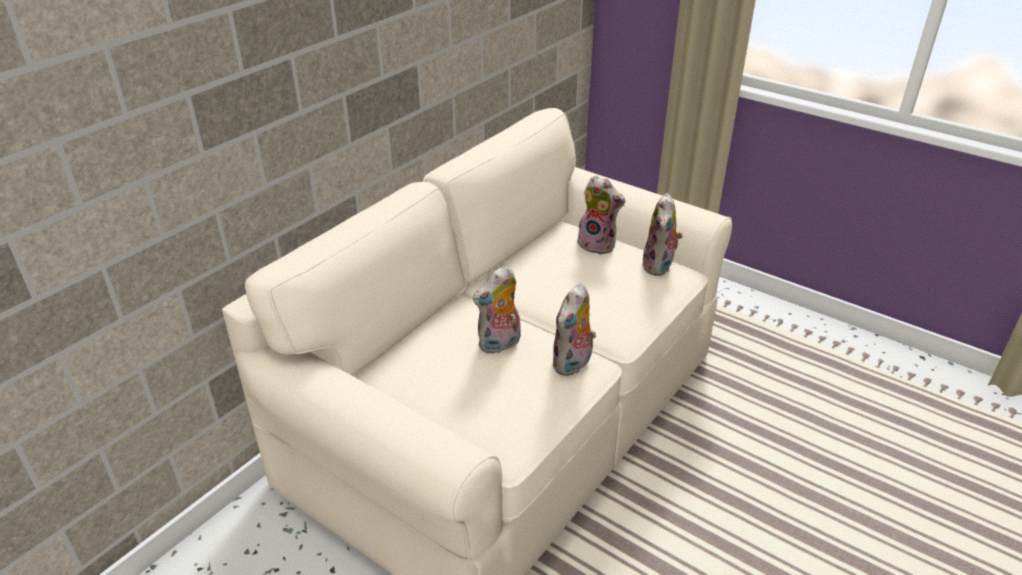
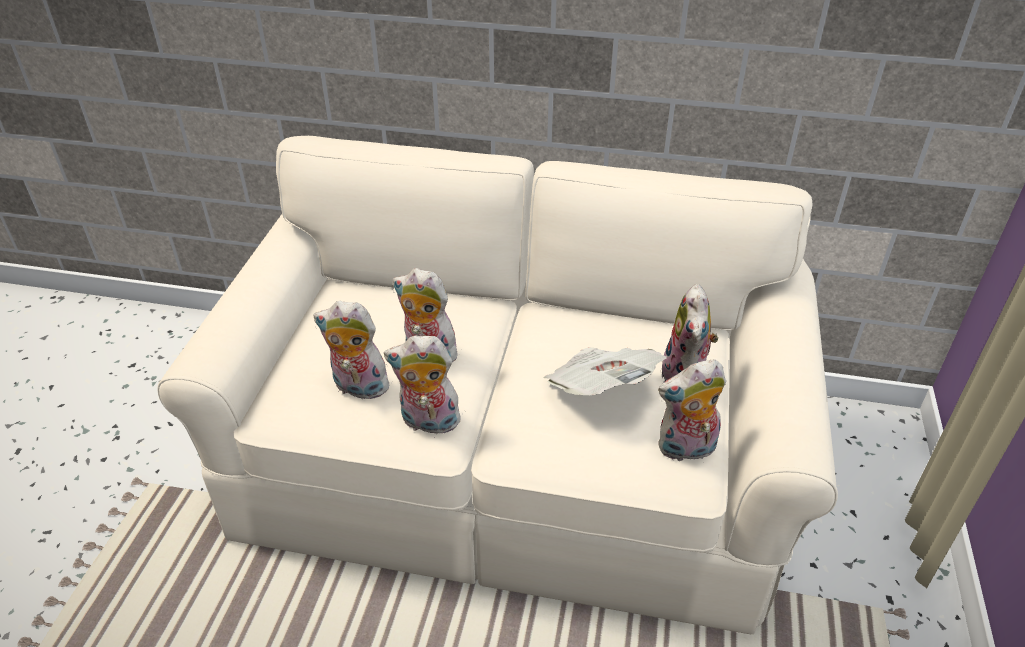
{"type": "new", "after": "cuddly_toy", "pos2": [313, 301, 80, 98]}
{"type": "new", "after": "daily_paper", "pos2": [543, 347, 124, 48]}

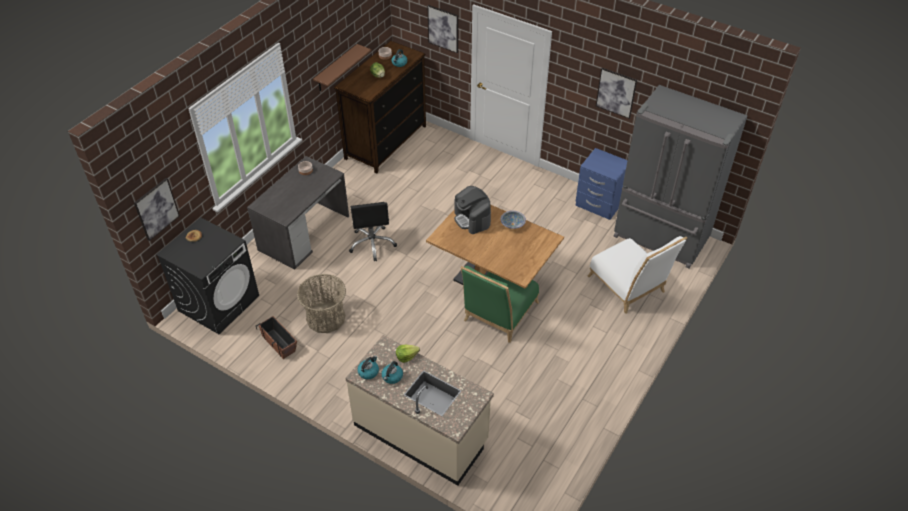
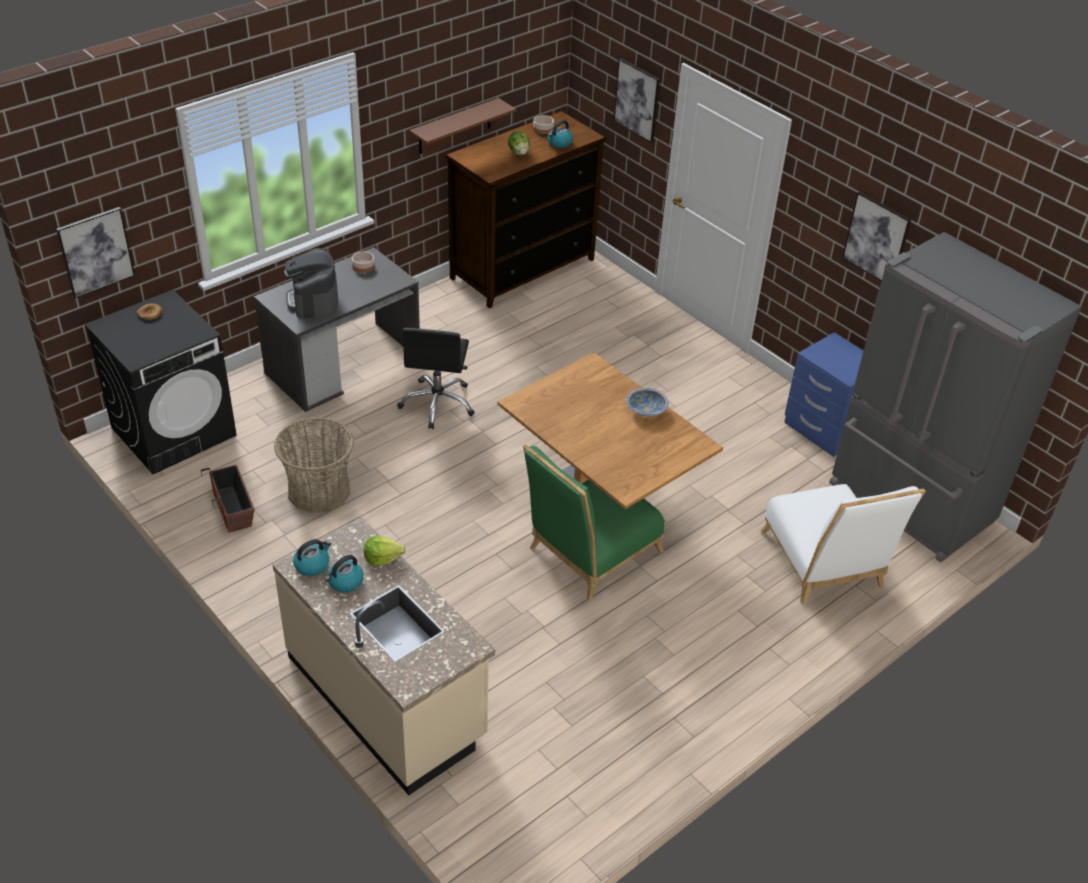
{"type": "shifted", "before": "coffee_machine", "pos1": [454, 186, 37, 48], "pos2": [284, 248, 54, 71]}

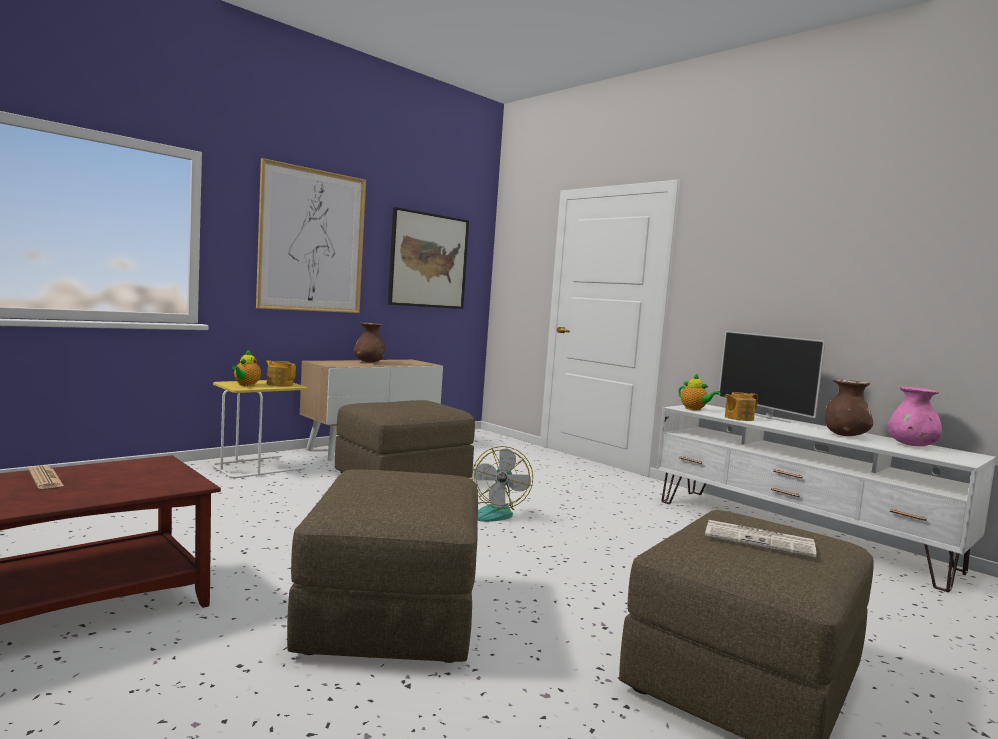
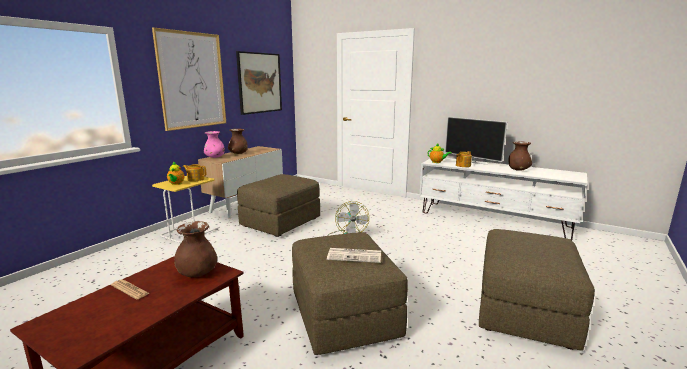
{"type": "shifted", "before": "pinkish_vase", "pos1": [888, 387, 54, 59], "pos2": [204, 131, 21, 27]}
{"type": "shifted", "before": "daily_paper", "pos1": [705, 520, 112, 38], "pos2": [327, 248, 54, 15]}
{"type": "new", "after": "brown-coloured_vase", "pos2": [174, 221, 43, 56]}

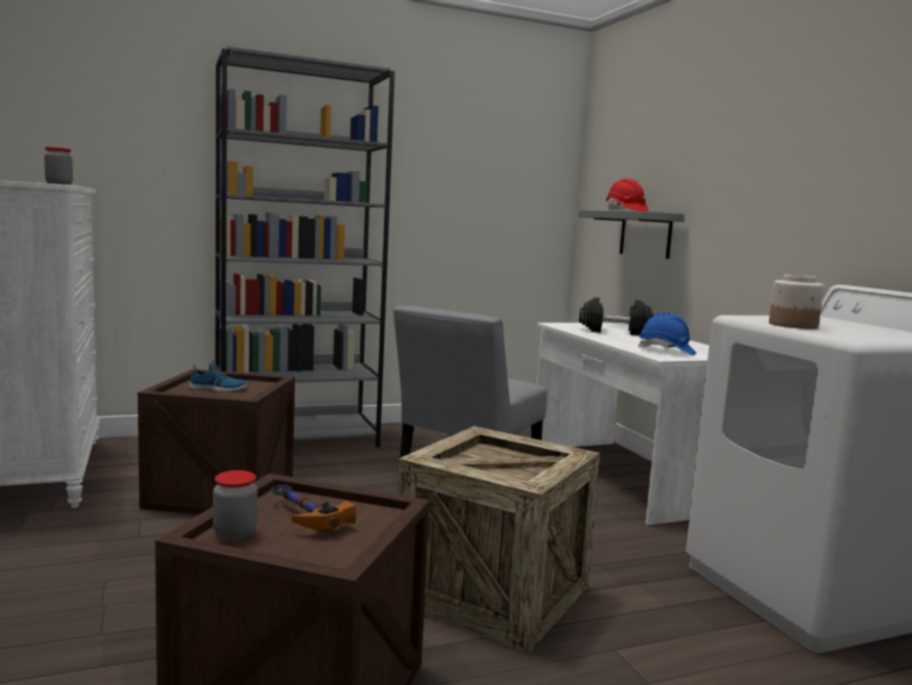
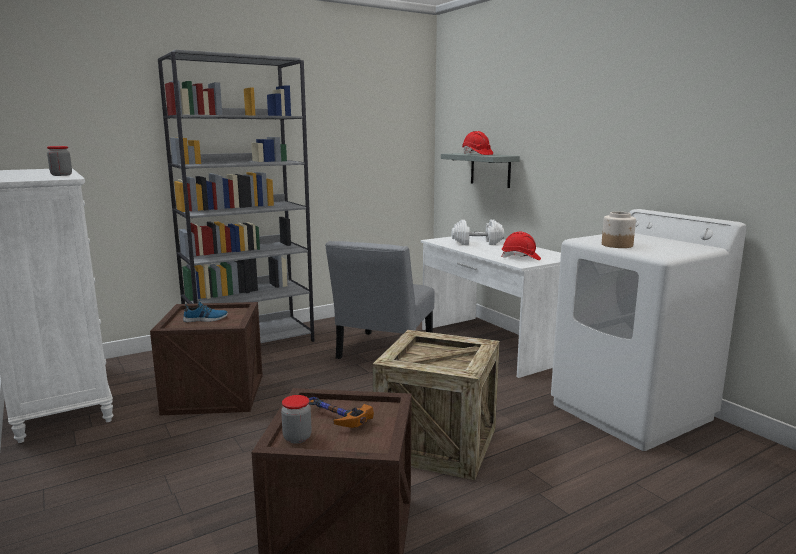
{"type": "repainted", "before": "black-coloured_free_weight", "after": "white_free_weight", "pos1": [579, 297, 75, 38], "pos2": [452, 219, 52, 26]}
{"type": "repainted", "before": "bluish_hard_hat", "after": "red-coloured_hard_hat", "pos1": [638, 312, 58, 43], "pos2": [501, 232, 40, 28]}

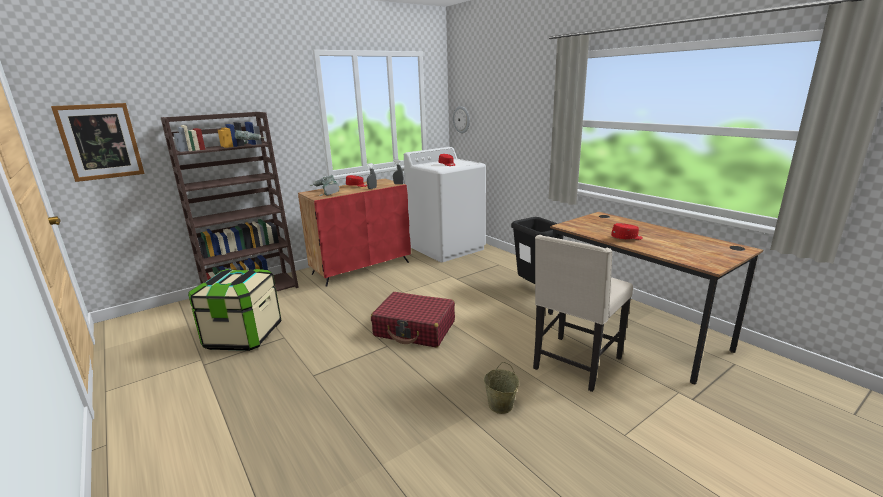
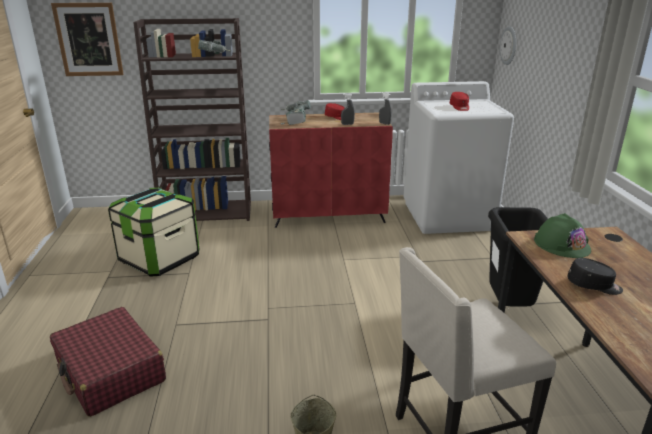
{"type": "repainted", "before": "red-coloured_baseball_cap", "after": "black-coloured_baseball_cap", "pos1": [611, 223, 32, 17], "pos2": [567, 258, 56, 37]}
{"type": "shifted", "before": "red-coloured_piece_of_luggage", "pos1": [371, 292, 84, 55], "pos2": [50, 307, 116, 110]}
{"type": "new", "after": "greenish_hard_hat", "pos2": [534, 213, 57, 45]}

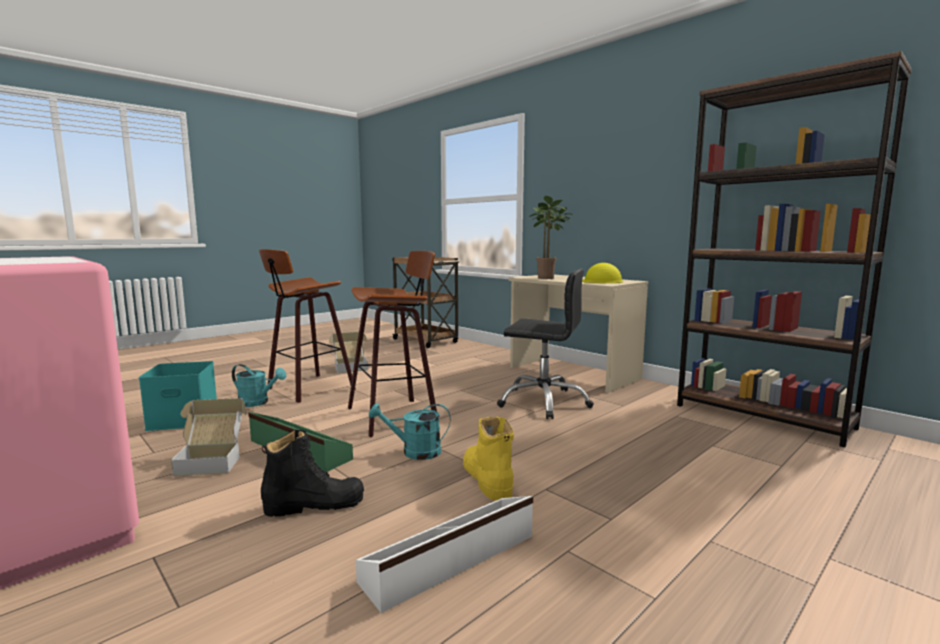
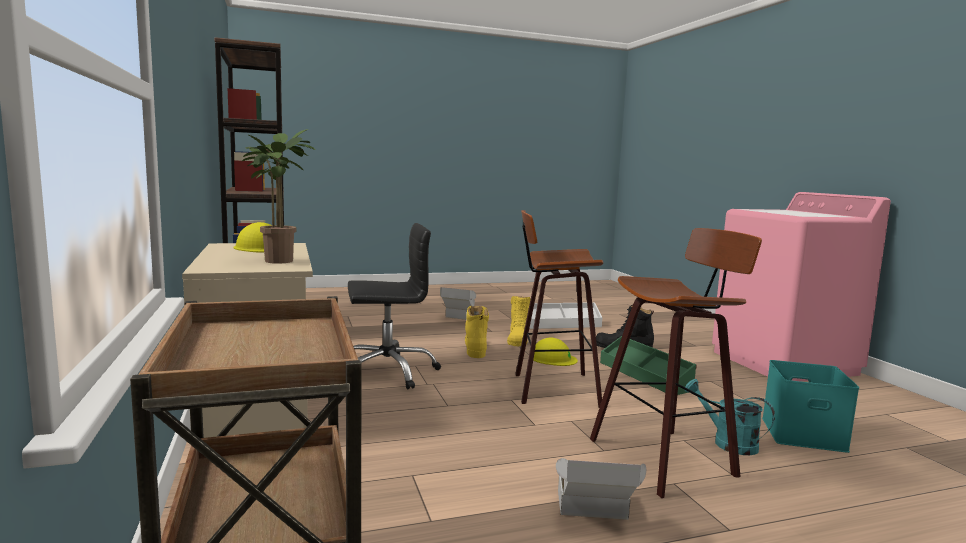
{"type": "rotated", "before": "black-coloured_computer_chair", "pos1": [497, 269, 97, 150], "pos2": [348, 223, 93, 166], "turn": 120}
{"type": "shifted", "before": "packing_box", "pos1": [171, 398, 75, 78], "pos2": [440, 287, 36, 33]}
{"type": "swapped", "before": "turquoise_sprinkling_can", "after": "yellow_hard_hat", "pos1": [369, 403, 82, 57], "pos2": [533, 338, 45, 28]}
{"type": "new", "after": "yellow_high-top_boot", "pos2": [465, 306, 24, 52]}

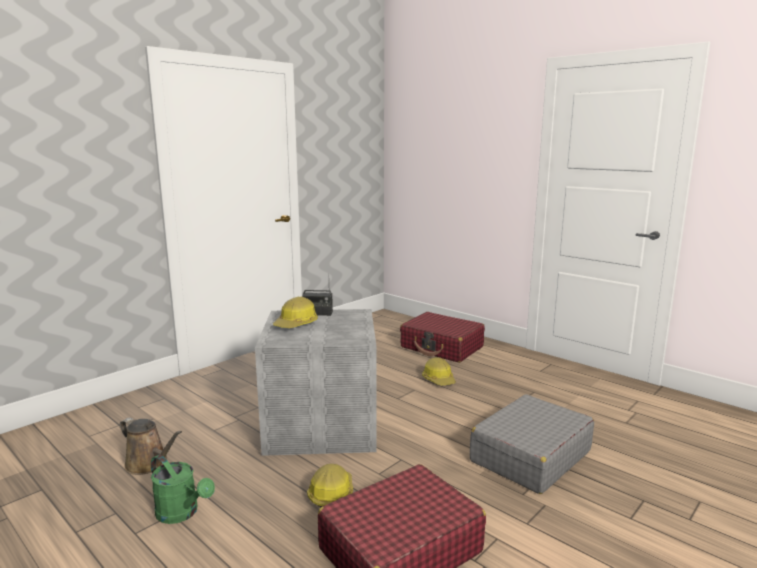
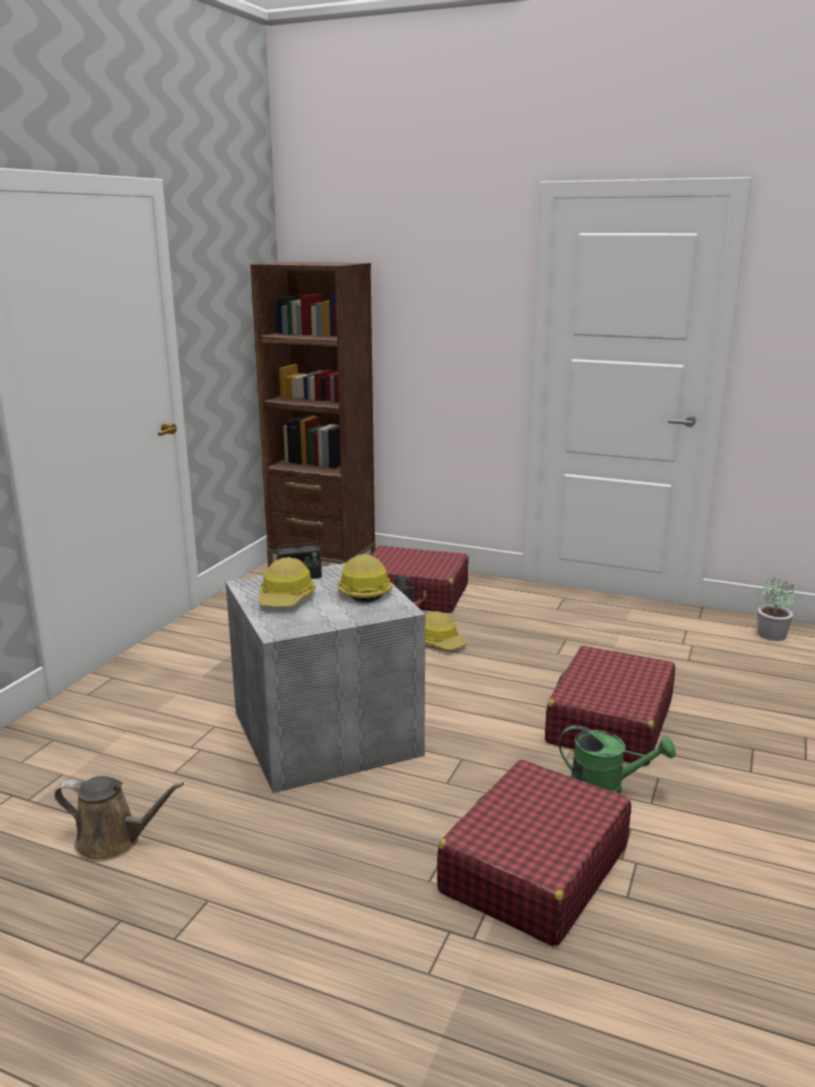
{"type": "repainted", "before": "greyish_piece_of_luggage", "after": "red-coloured_piece_of_luggage", "pos1": [470, 395, 124, 99], "pos2": [545, 646, 130, 120]}
{"type": "shifted", "before": "greenish_sprinkling_can", "pos1": [151, 455, 64, 69], "pos2": [559, 725, 117, 69]}
{"type": "shifted", "before": "hard_hat", "pos1": [307, 464, 46, 43], "pos2": [338, 554, 54, 49]}
{"type": "new", "after": "brown-coloured_bookshelf", "pos2": [250, 262, 126, 305]}
{"type": "new", "after": "plant_in_a_pot", "pos2": [757, 578, 37, 63]}

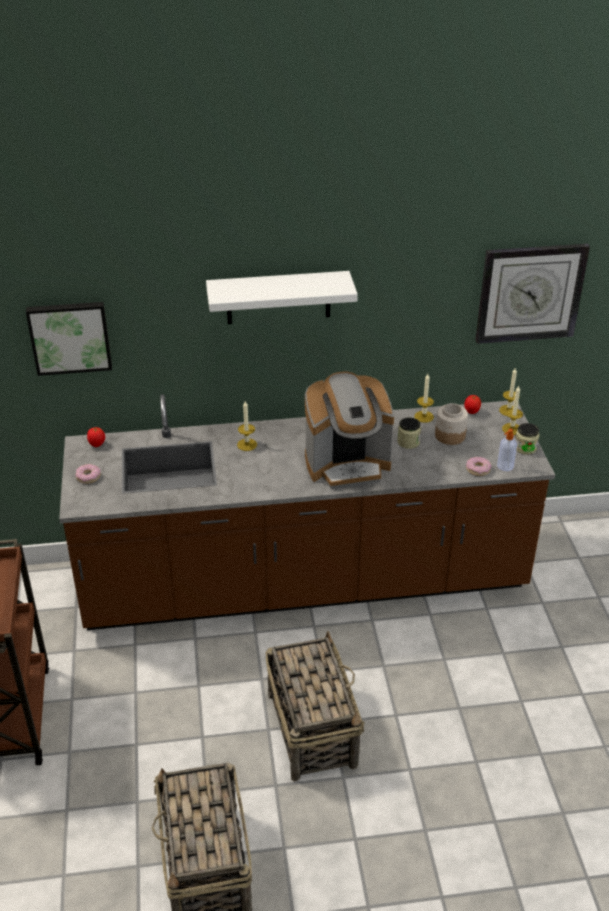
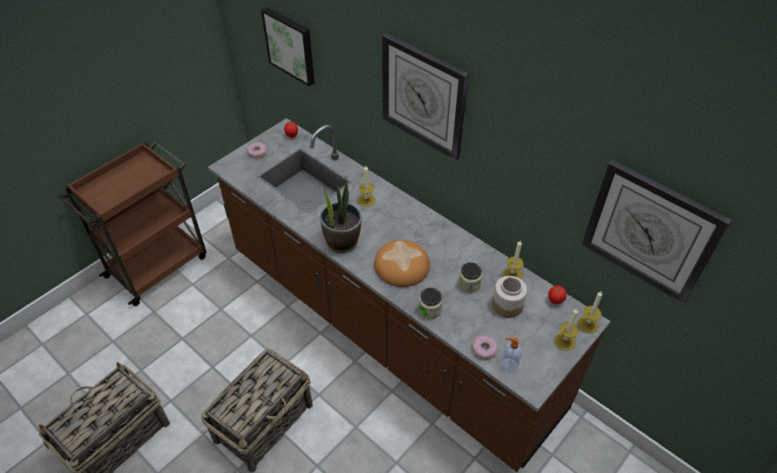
{"type": "swapped", "before": "white_wall_shelf", "after": "clock_on_the_wall", "pos1": [206, 271, 152, 53], "pos2": [382, 33, 87, 128]}
{"type": "swapped", "before": "coffee_machine", "after": "bread", "pos1": [305, 372, 89, 117], "pos2": [374, 239, 56, 48]}
{"type": "shifted", "before": "preserve_jar", "pos1": [515, 423, 24, 32], "pos2": [419, 288, 23, 31]}
{"type": "new", "after": "plant_in_a_pot", "pos2": [319, 177, 43, 76]}

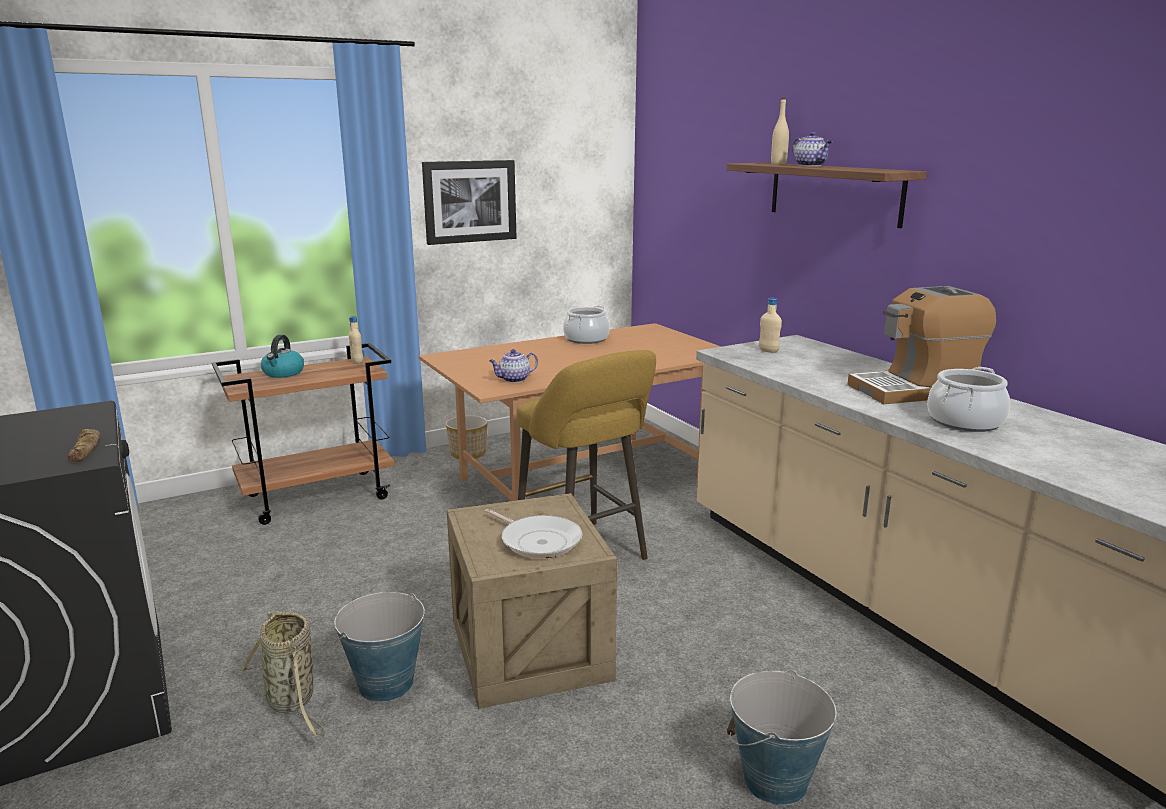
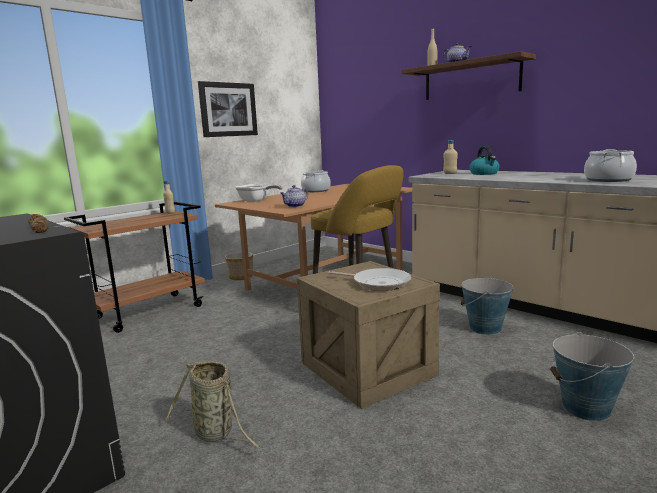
{"type": "gone", "before": "coffee_machine", "pos1": [847, 286, 149, 118]}
{"type": "shifted", "before": "water_kettle", "pos1": [261, 335, 43, 43], "pos2": [469, 146, 31, 29]}
{"type": "shifted", "before": "bucket", "pos1": [334, 592, 91, 110], "pos2": [461, 276, 53, 59]}
{"type": "new", "after": "skillet", "pos2": [235, 184, 48, 18]}

